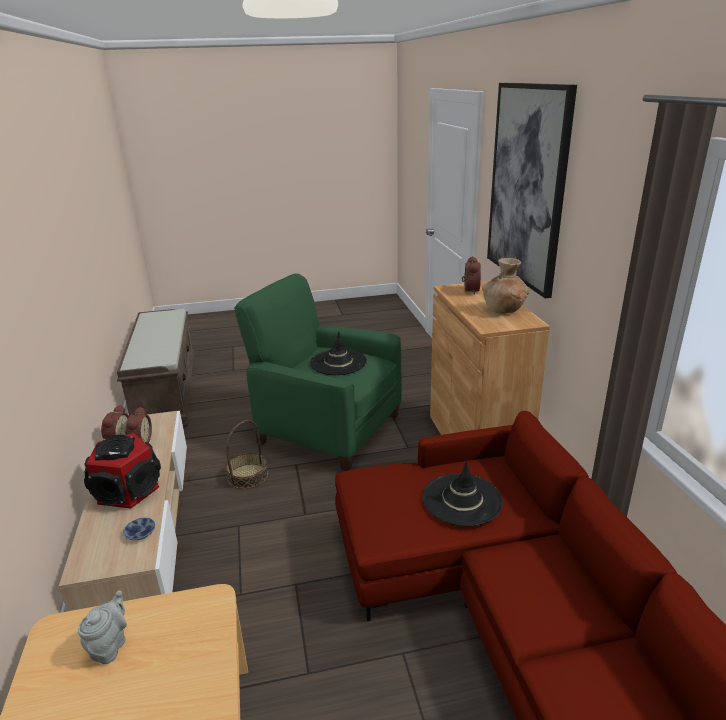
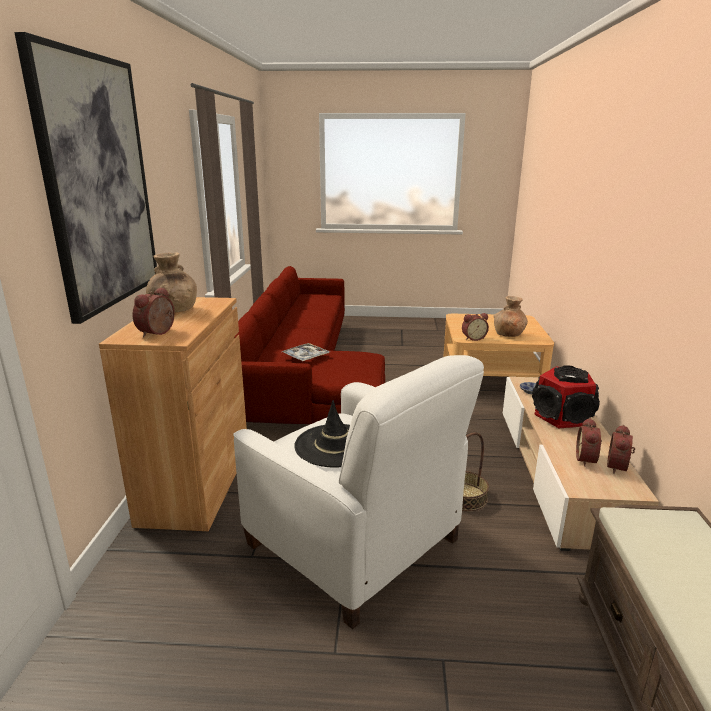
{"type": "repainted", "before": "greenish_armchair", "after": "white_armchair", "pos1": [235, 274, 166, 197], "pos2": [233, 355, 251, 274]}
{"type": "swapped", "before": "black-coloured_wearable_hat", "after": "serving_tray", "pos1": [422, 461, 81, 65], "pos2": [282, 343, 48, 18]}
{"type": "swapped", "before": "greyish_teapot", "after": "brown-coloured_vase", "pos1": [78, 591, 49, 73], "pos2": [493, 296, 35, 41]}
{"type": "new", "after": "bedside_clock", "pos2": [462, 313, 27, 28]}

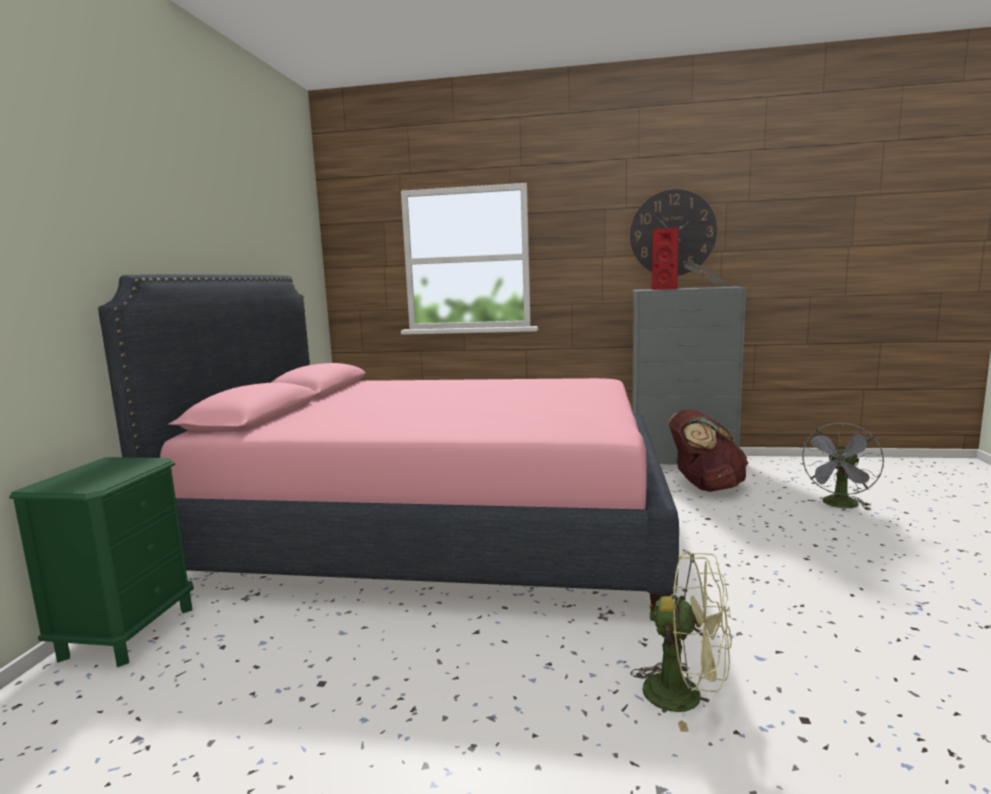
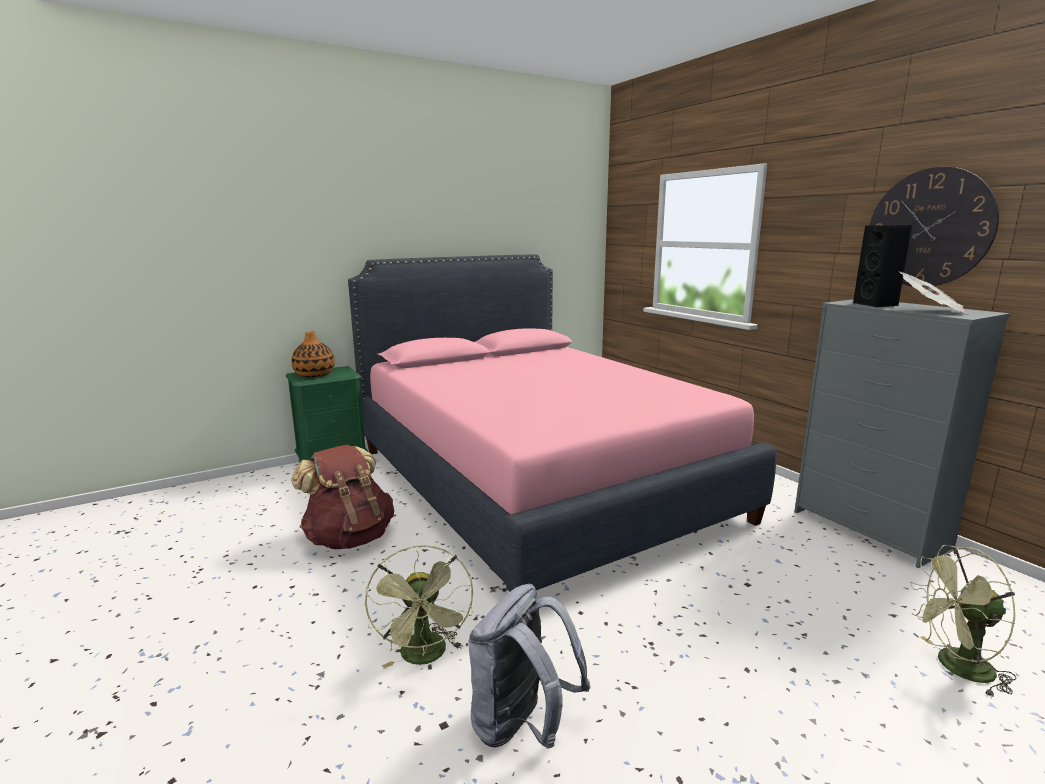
{"type": "repainted", "before": "red-coloured_speaker", "after": "black-coloured_speaker", "pos1": [652, 227, 27, 63], "pos2": [853, 225, 60, 82]}
{"type": "shifted", "before": "brown-coloured_rucksack", "pos1": [668, 409, 81, 83], "pos2": [291, 444, 103, 105]}
{"type": "repainted", "before": "greyish_fan", "after": "greenish_fan", "pos1": [800, 423, 84, 87], "pos2": [910, 545, 107, 153]}
{"type": "new", "after": "vase", "pos2": [292, 331, 43, 46]}
{"type": "new", "after": "greyish_rucksack", "pos2": [468, 584, 122, 164]}

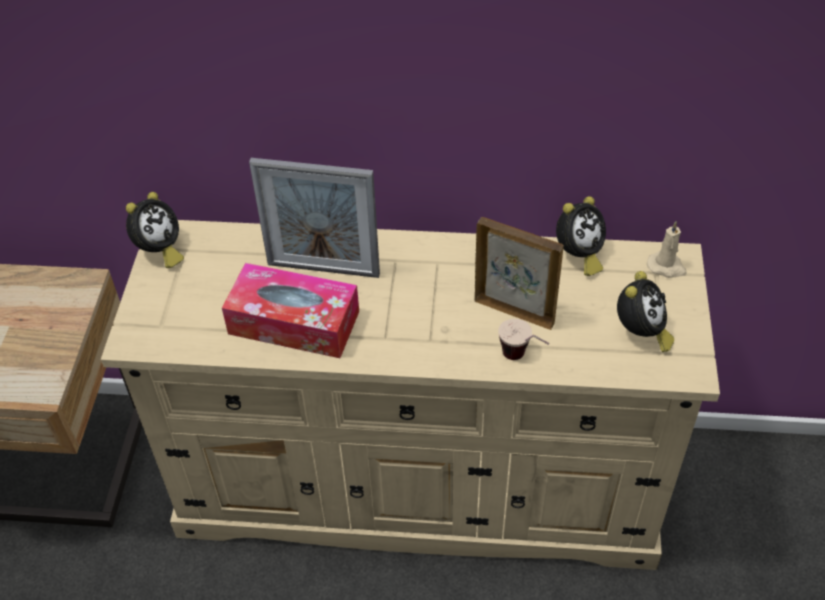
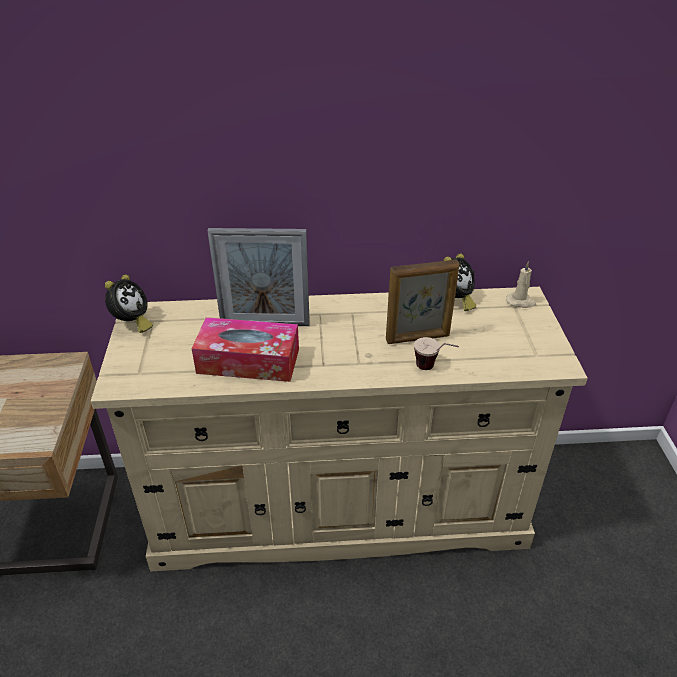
{"type": "rotated", "before": "picture_frame", "pos1": [475, 217, 89, 113], "pos2": [386, 260, 73, 84], "turn": 150}
{"type": "gone", "before": "bedside_clock", "pos1": [617, 271, 57, 81]}

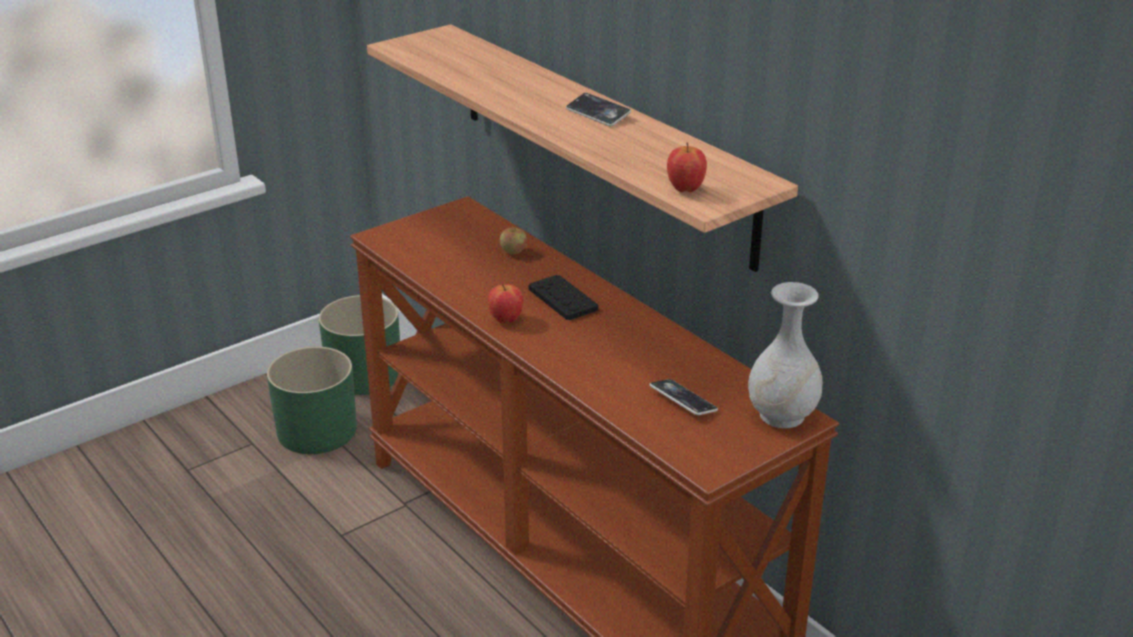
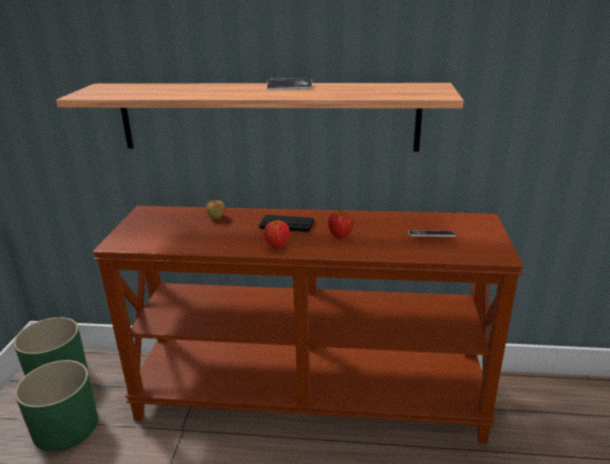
{"type": "shifted", "before": "apple_fruit", "pos1": [667, 142, 40, 50], "pos2": [328, 210, 25, 29]}
{"type": "gone", "before": "white_vase", "pos1": [748, 282, 75, 146]}

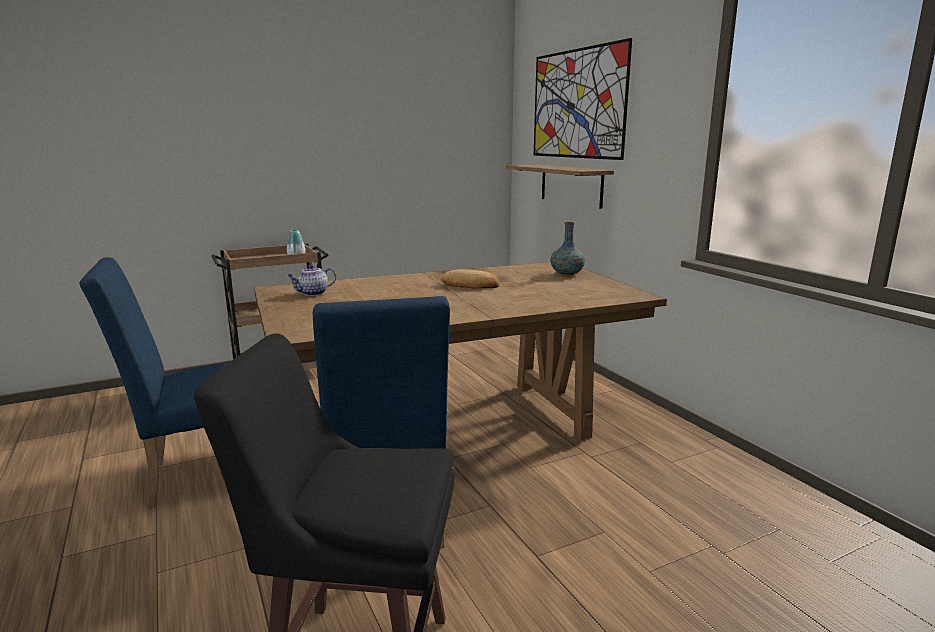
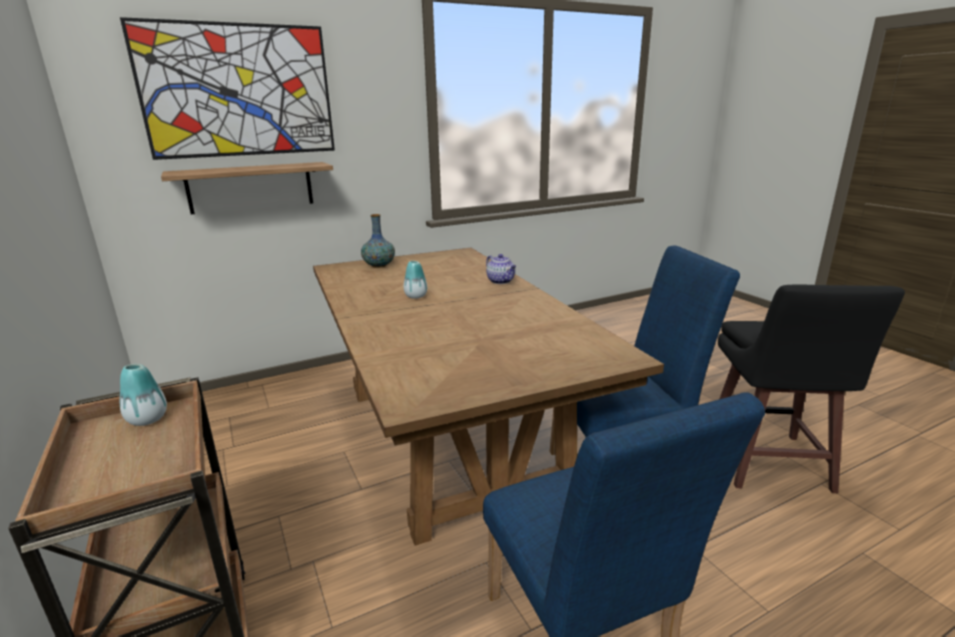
{"type": "shifted", "before": "teapot", "pos1": [287, 264, 49, 32], "pos2": [486, 254, 30, 30]}
{"type": "swapped", "before": "bread", "after": "vase", "pos1": [441, 269, 58, 20], "pos2": [404, 261, 23, 38]}

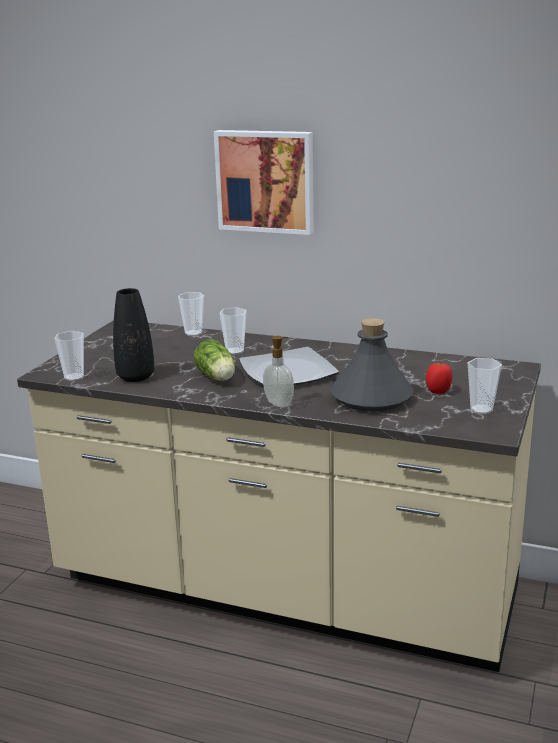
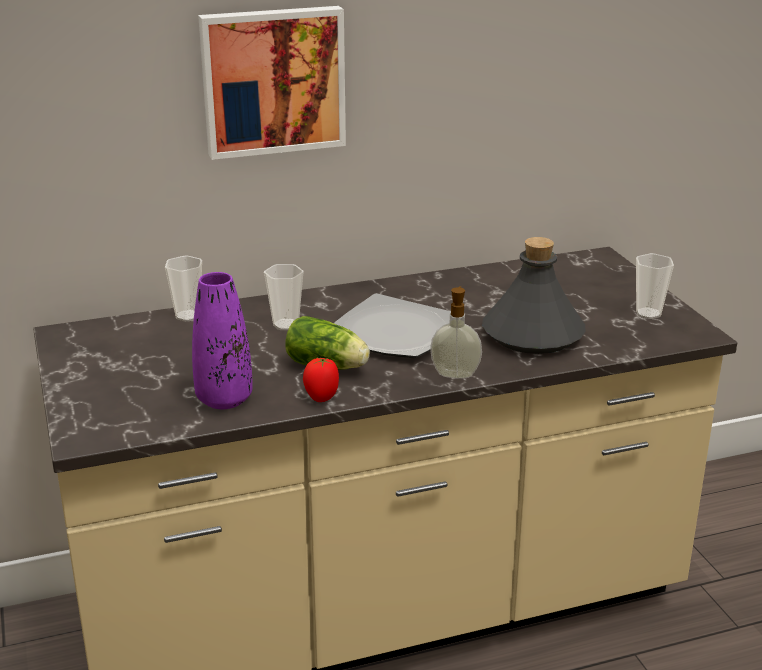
{"type": "repainted", "before": "black-coloured_vase", "after": "purple-coloured_vase", "pos1": [113, 288, 41, 94], "pos2": [192, 272, 61, 137]}
{"type": "gone", "before": "drinking_cup", "pos1": [54, 331, 30, 50]}
{"type": "shifted", "before": "tomato", "pos1": [426, 362, 27, 32], "pos2": [303, 358, 36, 44]}

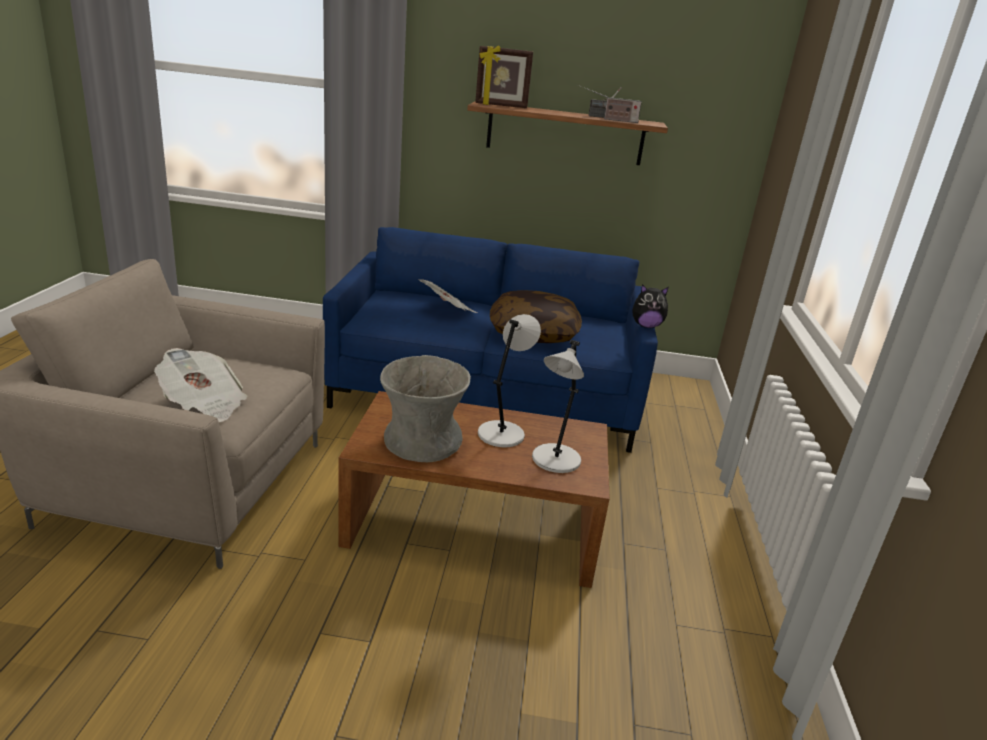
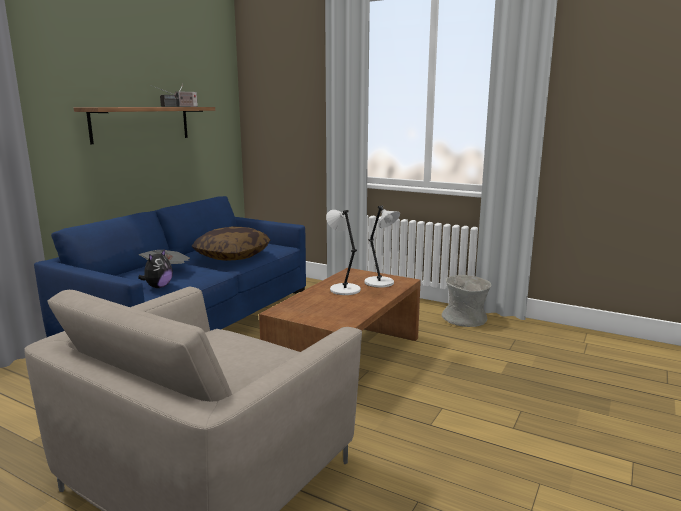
{"type": "gone", "before": "picture_frame", "pos1": [475, 45, 58, 63]}
{"type": "shifted", "before": "cuddly_toy", "pos1": [633, 284, 35, 44], "pos2": [138, 249, 35, 39]}
{"type": "gone", "before": "daily_paper", "pos1": [154, 348, 94, 74]}
{"type": "shifted", "before": "greyish_vase", "pos1": [380, 355, 91, 107], "pos2": [442, 275, 49, 52]}

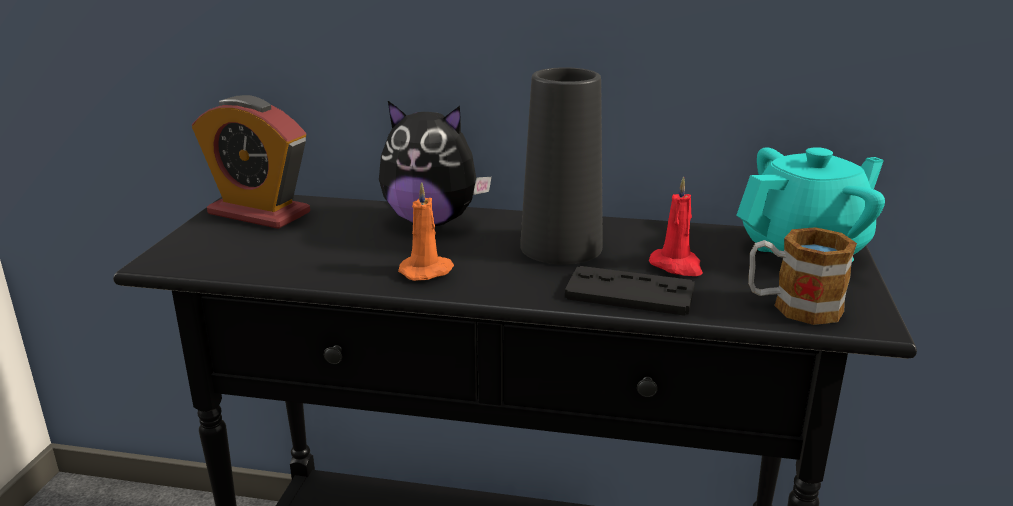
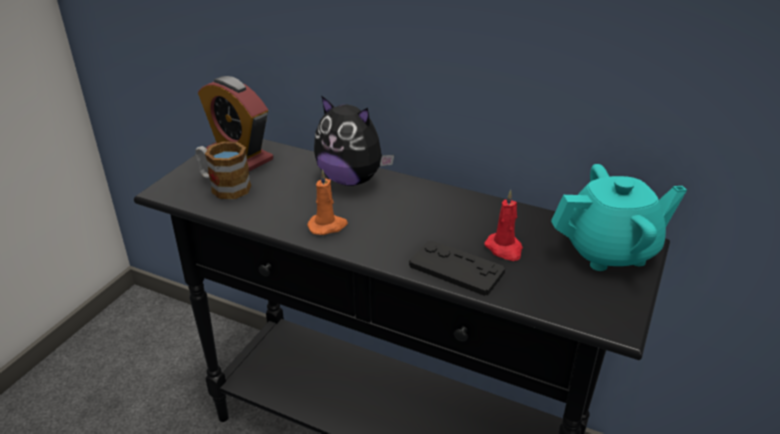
{"type": "gone", "before": "black-coloured_vase", "pos1": [520, 67, 83, 198]}
{"type": "shifted", "before": "mug", "pos1": [748, 227, 109, 98], "pos2": [195, 141, 56, 58]}

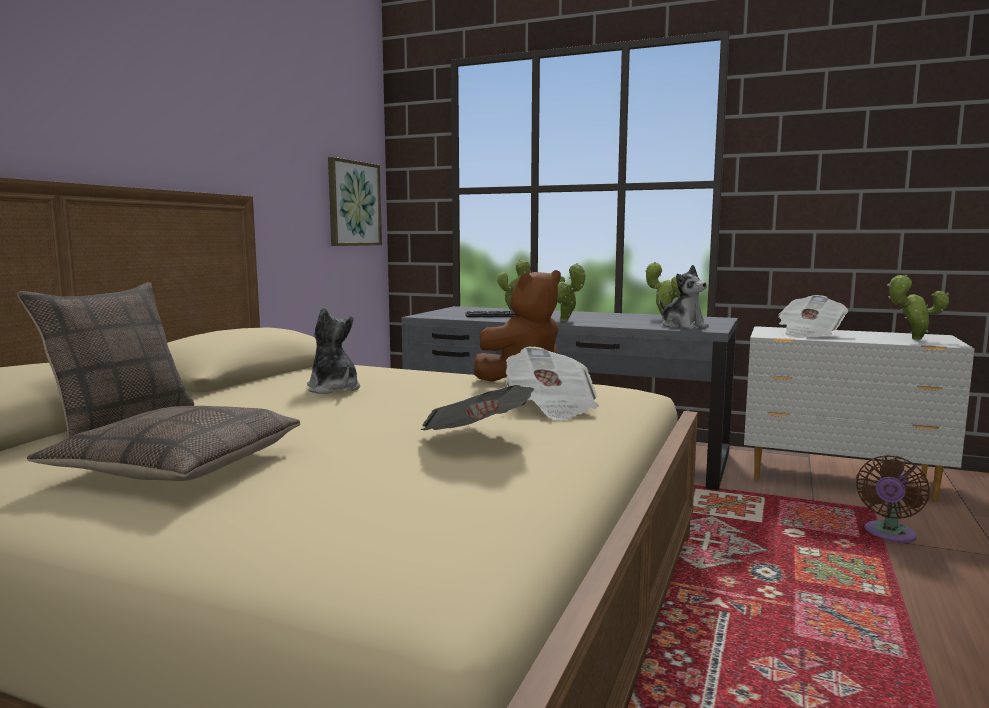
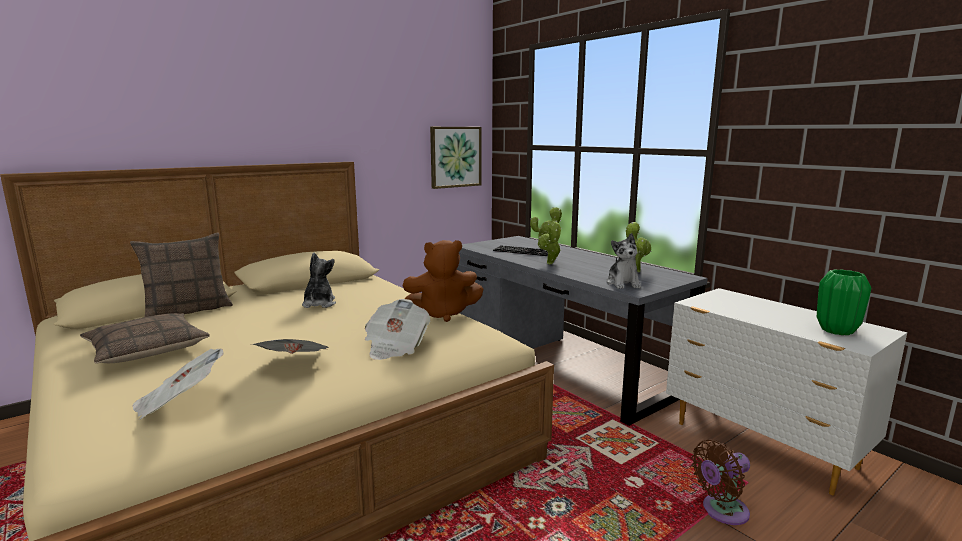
{"type": "swapped", "before": "plant_in_a_pot", "after": "greenish_vase", "pos1": [887, 274, 62, 66], "pos2": [817, 270, 55, 65]}
{"type": "shifted", "before": "daily_paper", "pos1": [779, 295, 69, 43], "pos2": [132, 349, 91, 71]}

